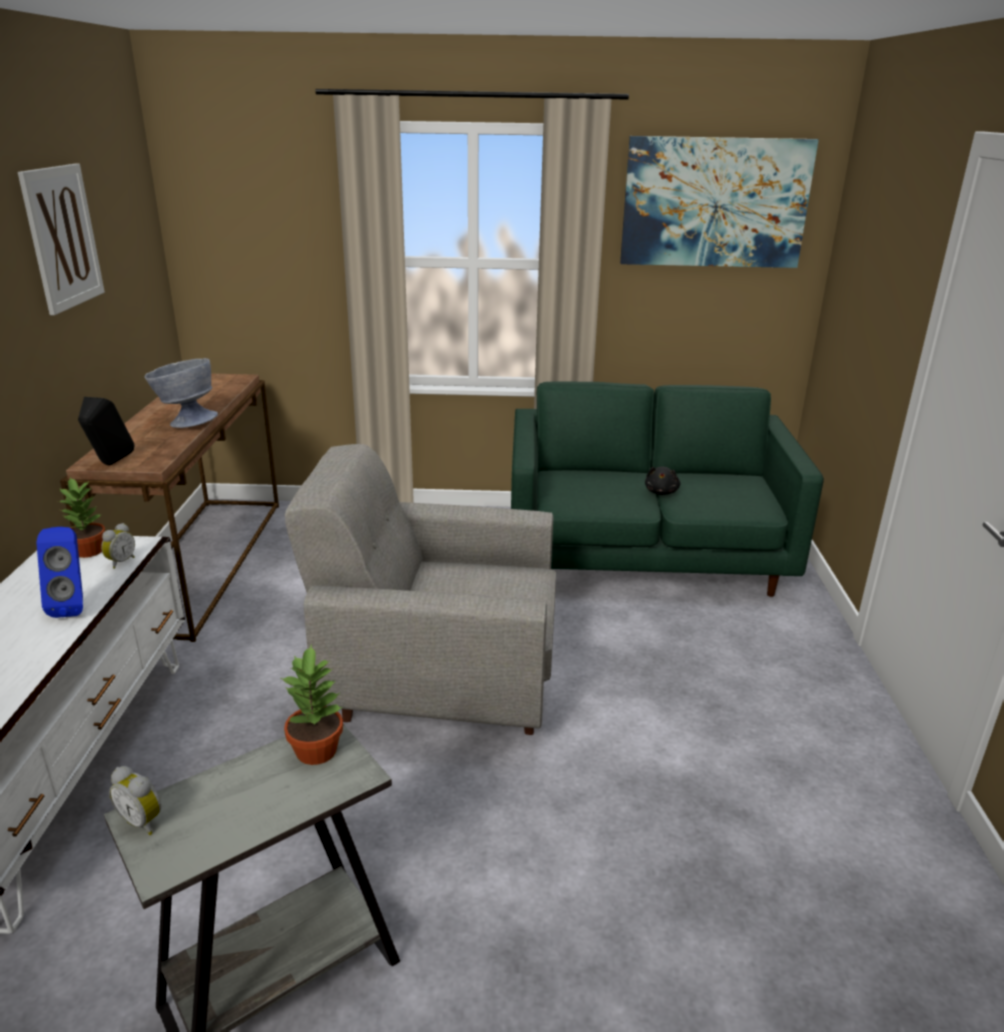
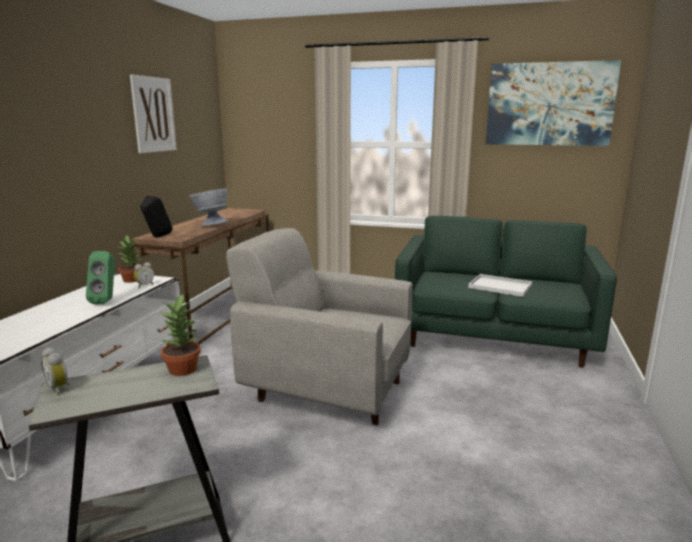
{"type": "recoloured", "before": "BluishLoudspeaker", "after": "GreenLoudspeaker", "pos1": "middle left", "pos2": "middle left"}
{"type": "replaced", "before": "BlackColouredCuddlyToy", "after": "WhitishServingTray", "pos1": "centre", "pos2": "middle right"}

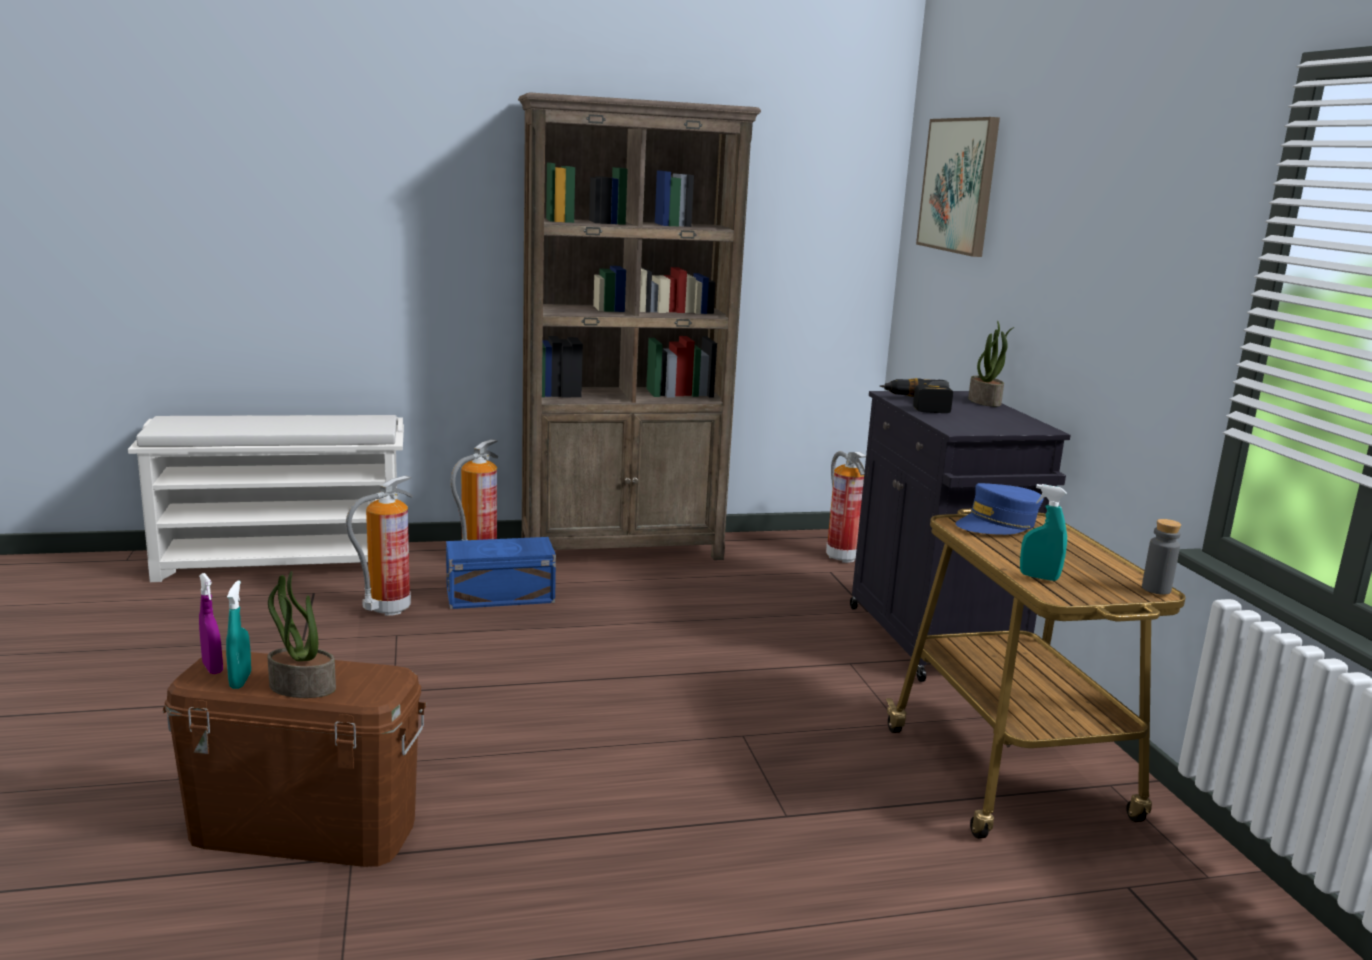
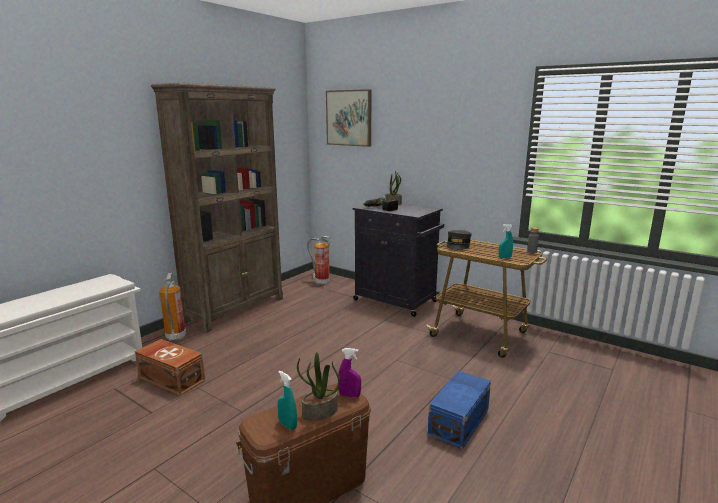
{"type": "moved", "before": "PurpleColouredSprayBottle", "pos1": "middle left", "pos2": "bottom centre"}
{"type": "replaced", "before": "FireExtinguisher (1st from left)", "after": "BrownishStorageBin (1st from left)", "pos1": "middle left", "pos2": "bottom left"}
{"type": "moved", "before": "BluishStorageBin", "pos1": "centre", "pos2": "bottom centre"}
{"type": "recoloured", "before": "BluishBaseballCap", "after": "GrayBaseballCap", "pos1": "middle right", "pos2": "centre"}

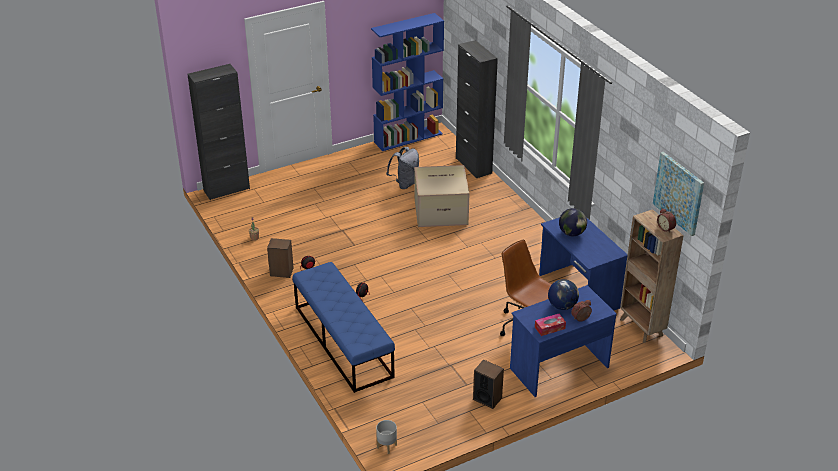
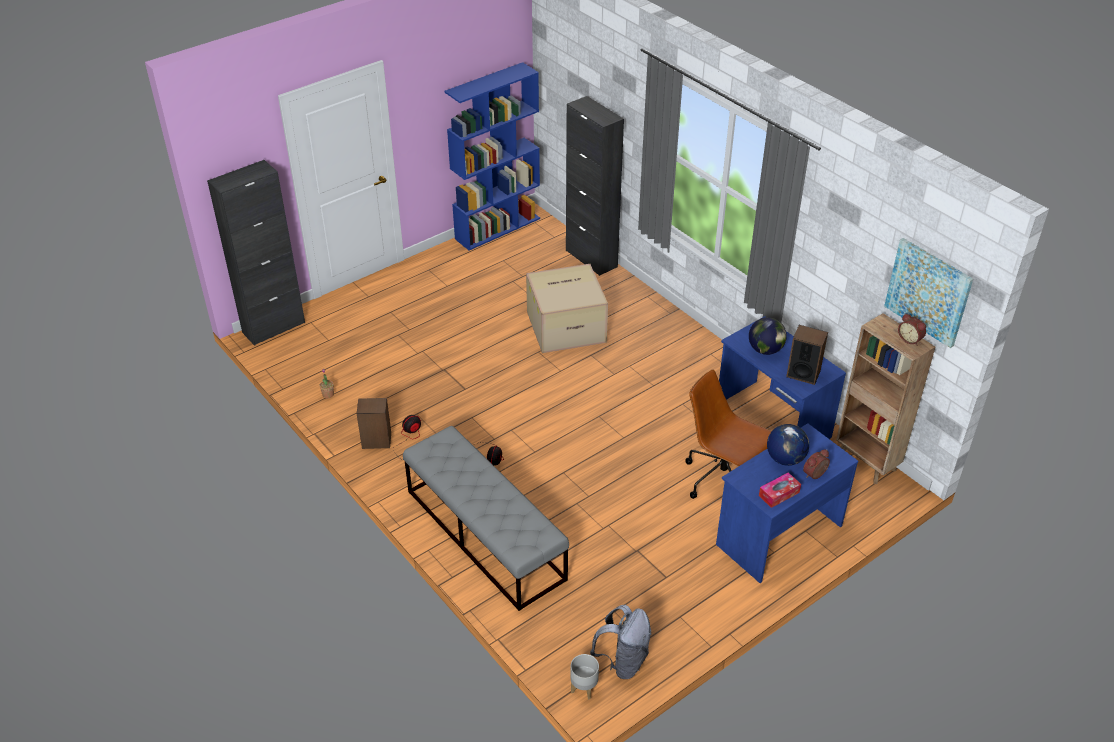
{"type": "recoloured", "before": "BluishBench", "after": "GrayBench", "pos1": "bottom centre", "pos2": "bottom centre"}
{"type": "moved", "before": "GrayBackpack", "pos1": "centre", "pos2": "bottom centre"}
{"type": "moved", "before": "Loudspeaker (2nd from left)", "pos1": "bottom centre", "pos2": "middle right"}

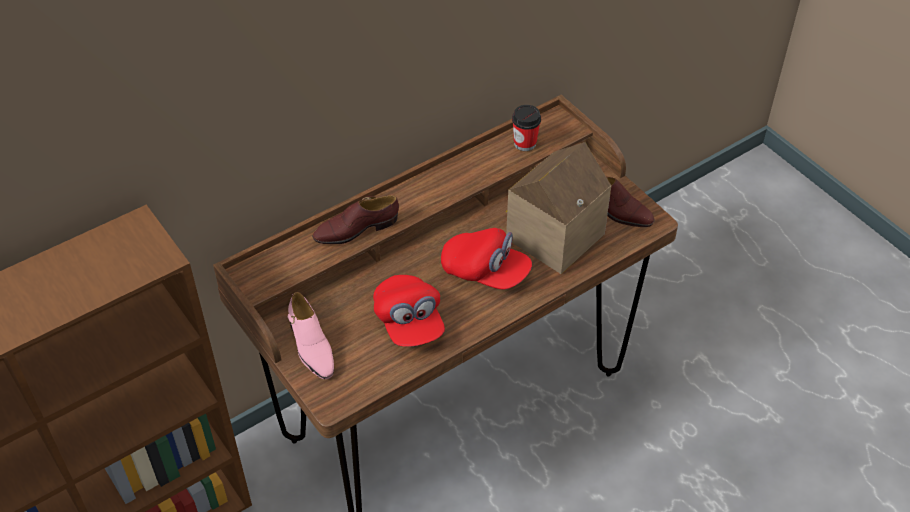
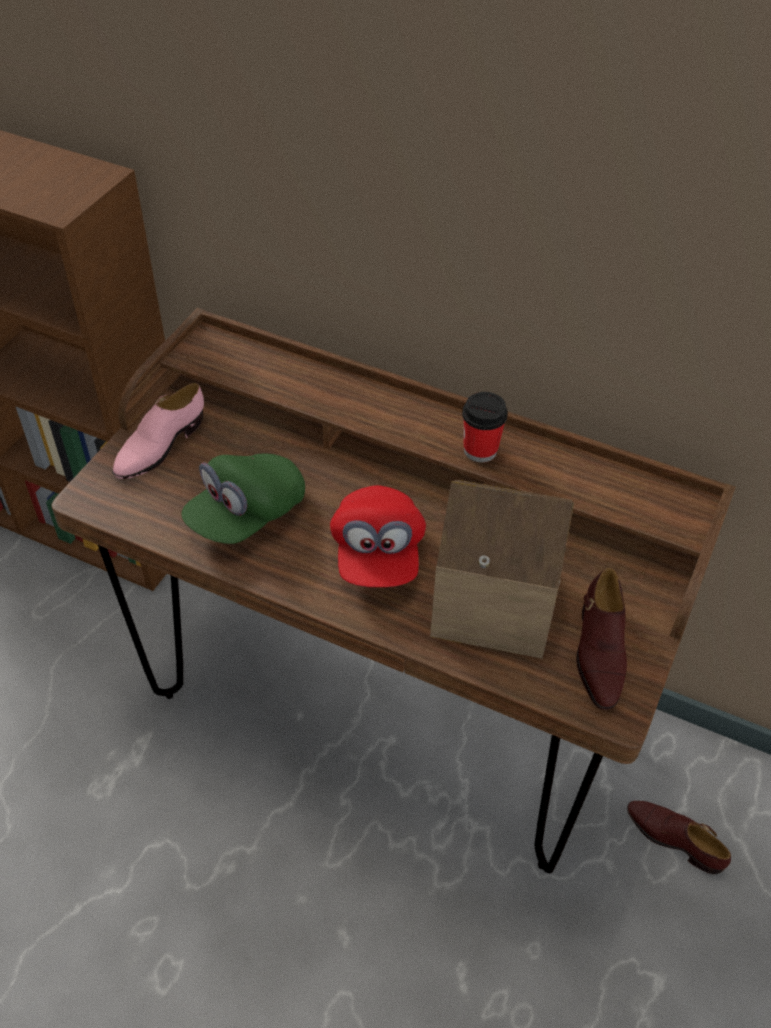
{"type": "moved", "before": "BrownishLowShoe (1st from left in the first image)", "after": "BrownishLowShoe (2nd from left)", "pos1": "centre", "pos2": "bottom right"}
{"type": "recoloured", "before": "ReddishBaseballCap (1st from left)", "after": "GreenBaseballCap", "pos1": "centre", "pos2": "middle left"}
{"type": "moved", "before": "DrinkingCup", "pos1": "top centre", "pos2": "centre"}

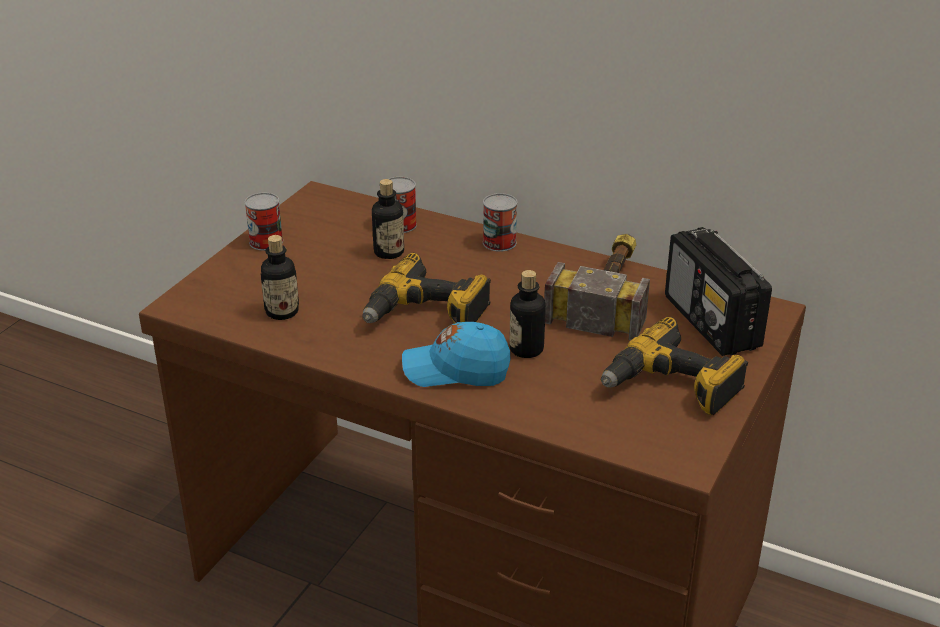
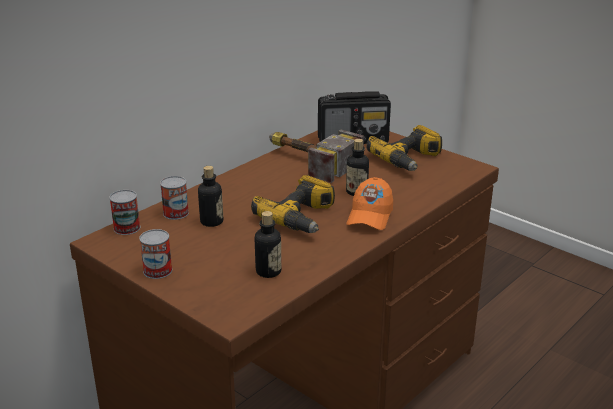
{"type": "recoloured", "before": "BluishBaseballCap", "after": "OrangeBaseballCap", "pos1": "centre", "pos2": "centre"}
{"type": "moved", "before": "MetalCan (3rd from left in the first image)", "after": "MetalCan (1st from left)", "pos1": "centre", "pos2": "middle left"}

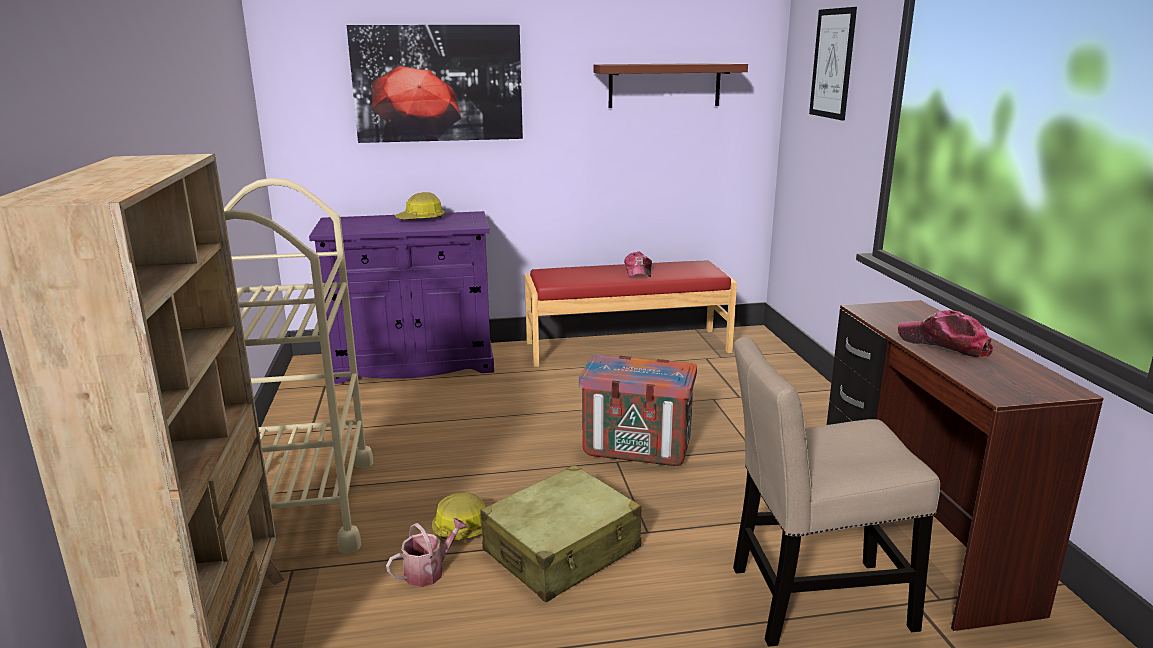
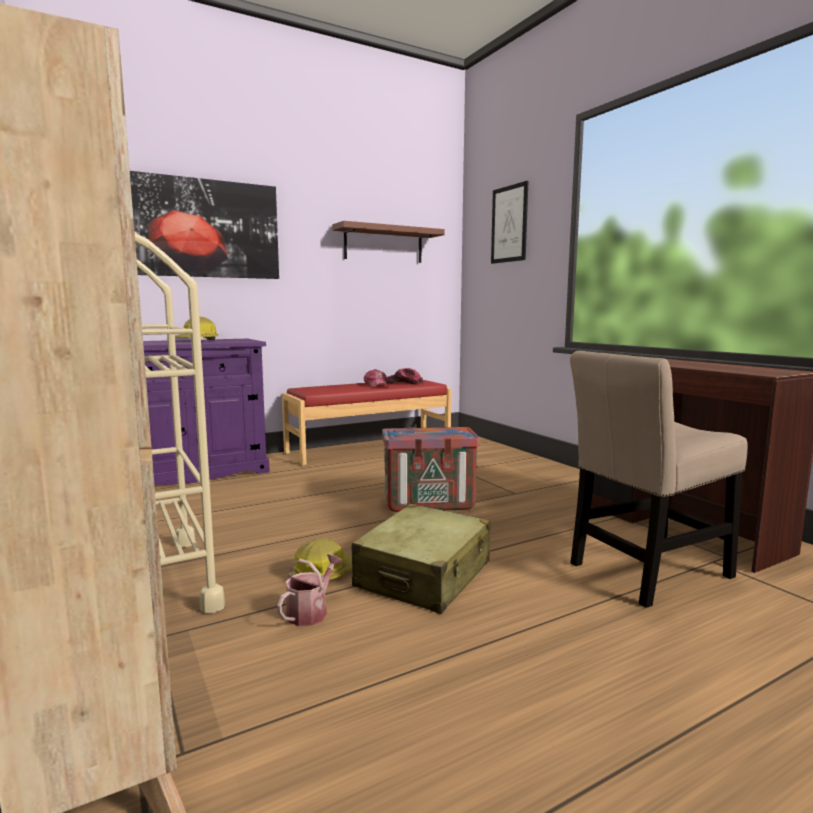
{"type": "moved", "before": "BaseballCap (2nd from left)", "pos1": "middle right", "pos2": "centre"}

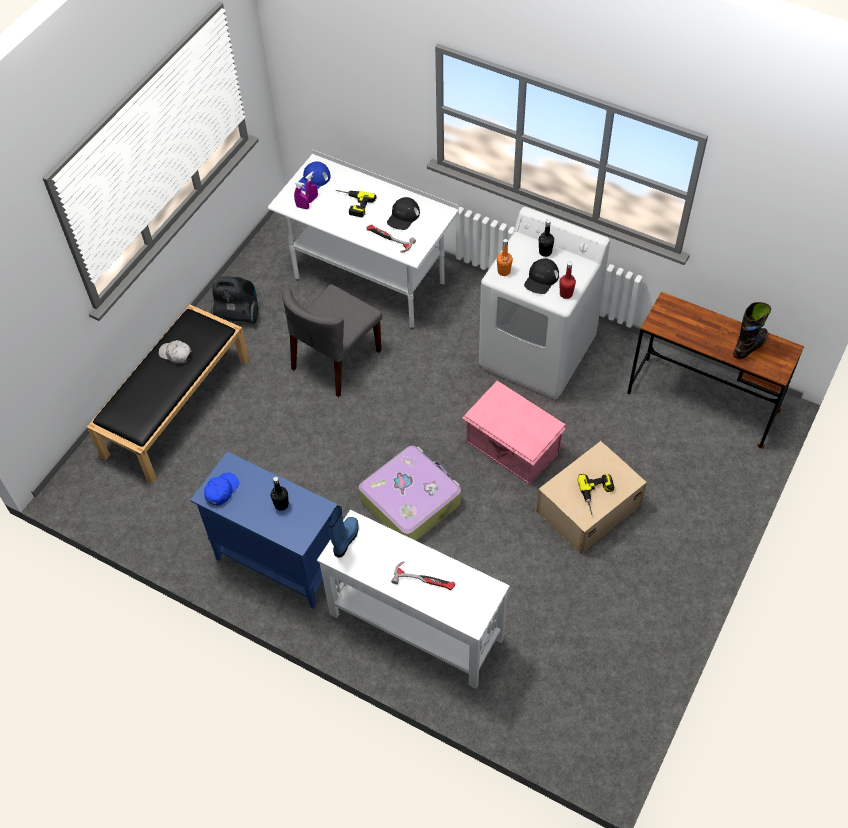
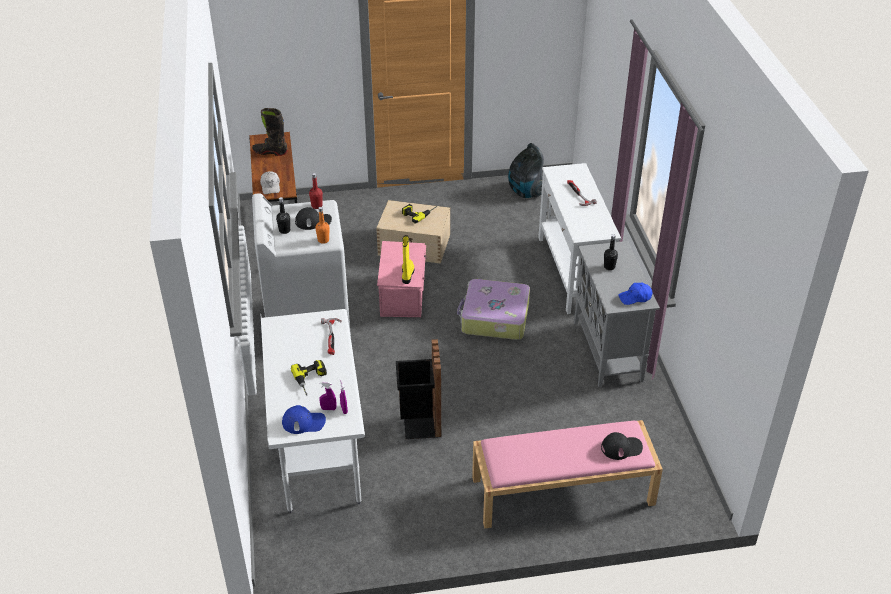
{"type": "recoloured", "before": "BlackColouredBench", "after": "PinkishBench", "pos1": "middle left", "pos2": "bottom centre"}
{"type": "moved", "before": "WhitishBaseballCap", "pos1": "middle left", "pos2": "top left"}
{"type": "recoloured", "before": "BluishCabinet", "after": "GrayCabinet", "pos1": "middle left", "pos2": "middle right"}
{"type": "moved", "before": "Vacuum", "pos1": "middle left", "pos2": "top centre"}
{"type": "replaced", "before": "GrayChair", "after": "BlackColouredTrashCan", "pos1": "centre", "pos2": "centre"}
{"type": "removed", "before": "BluishTallBoot", "pos1": "centre"}
{"type": "moved", "before": "BlackColouredBaseballCap (1st from left in the first image)", "after": "BlackColouredBaseballCap (2nd from left)", "pos1": "top centre", "pos2": "bottom right"}
{"type": "added", "after": "YellowTallBoot", "pos2": "centre"}

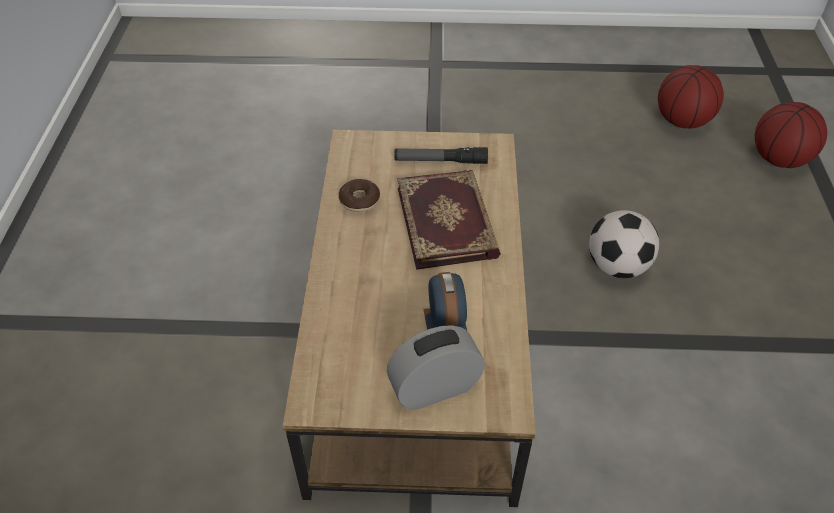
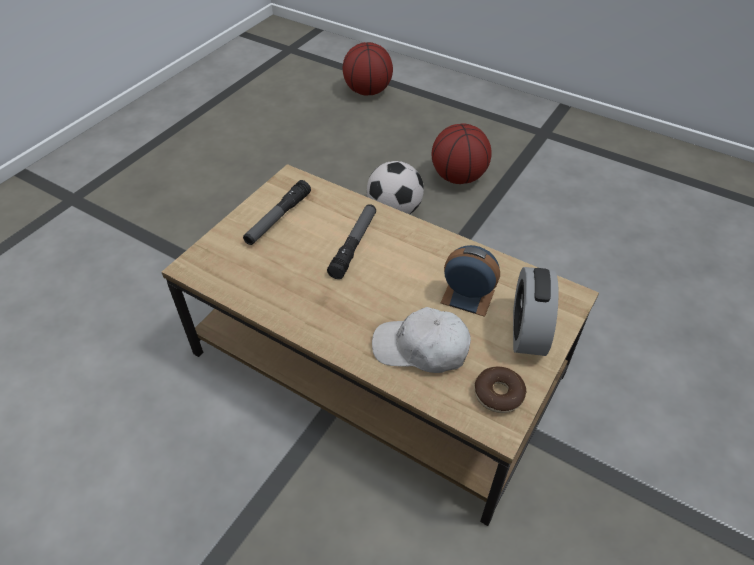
{"type": "moved", "before": "RingDoughnut", "pos1": "centre", "pos2": "bottom centre"}
{"type": "replaced", "before": "Book", "after": "Torch (2nd from left)", "pos1": "centre", "pos2": "centre"}
{"type": "moved", "before": "BallForBasketball (1st from left in the first image)", "after": "BallForBasketball (2nd from left)", "pos1": "top right", "pos2": "top centre"}
{"type": "added", "after": "WhitishBaseballCap", "pos2": "centre"}

